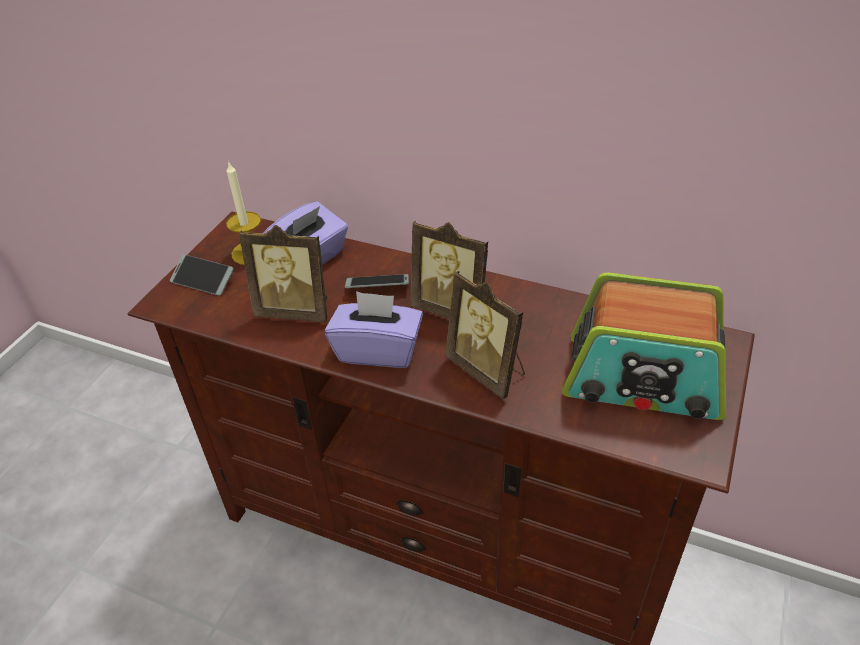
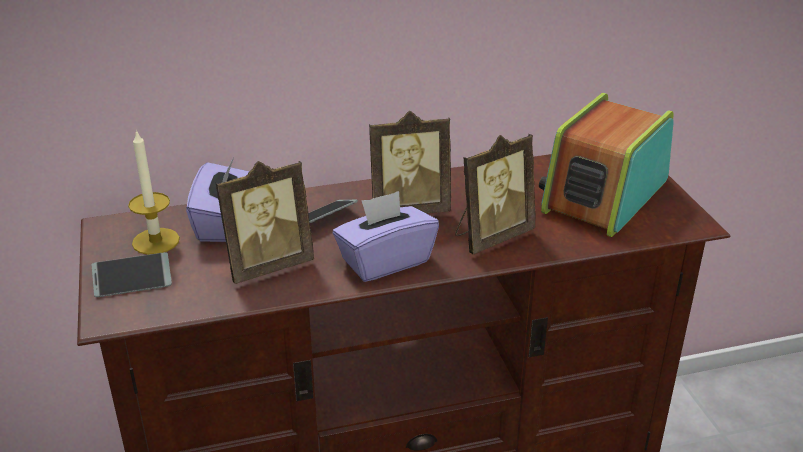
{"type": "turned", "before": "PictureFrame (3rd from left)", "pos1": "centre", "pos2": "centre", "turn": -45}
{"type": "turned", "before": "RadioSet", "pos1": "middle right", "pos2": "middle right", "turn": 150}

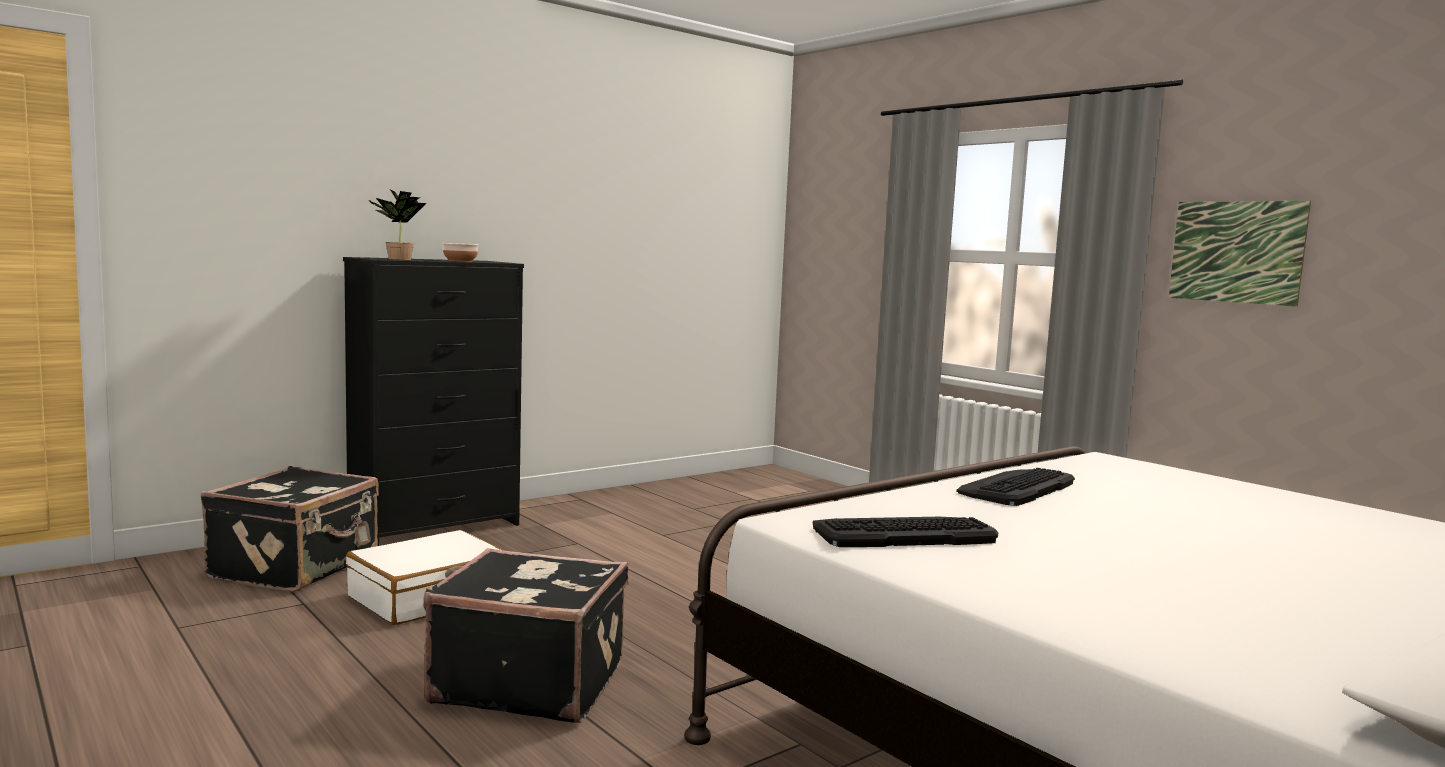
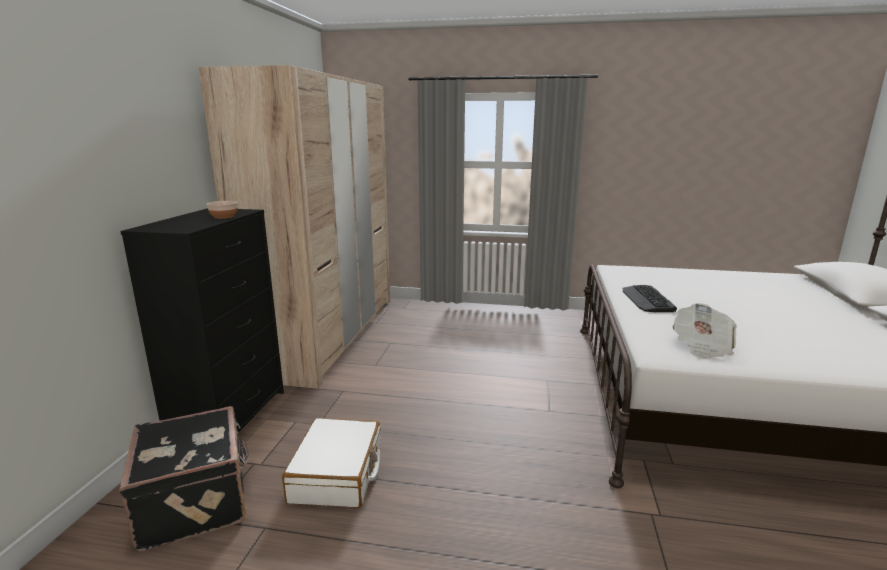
{"type": "removed", "before": "PlantInAPot", "pos1": "top left"}
{"type": "removed", "before": "BlackColouredTravelCase (2nd from left)", "pos1": "bottom centre"}
{"type": "replaced", "before": "Keyboard (1st from left)", "after": "PrintedPaper", "pos1": "bottom centre", "pos2": "middle right"}
{"type": "removed", "before": "Picture", "pos1": "top right"}
{"type": "added", "after": "BeigeArmoire", "pos2": "middle left"}

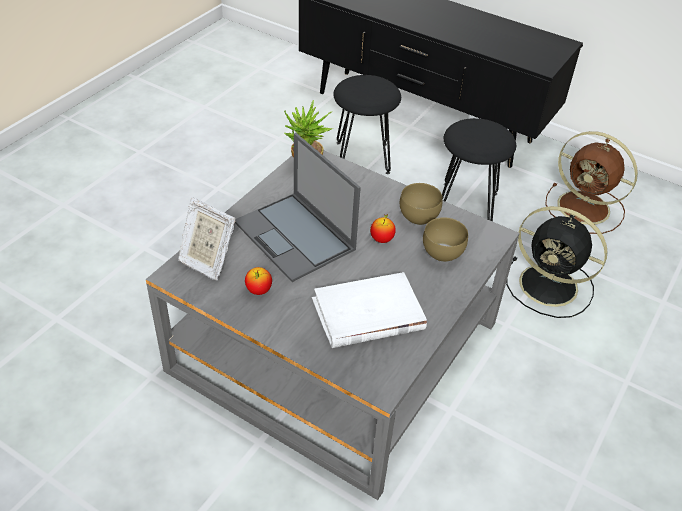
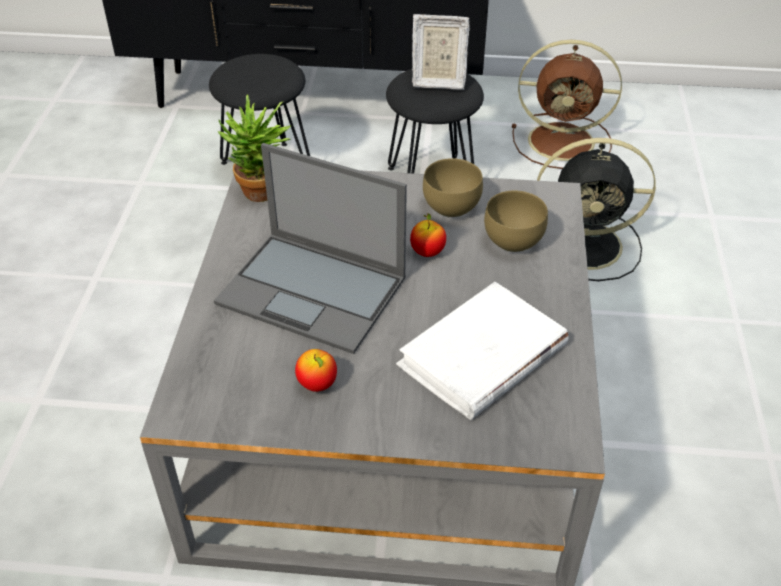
{"type": "moved", "before": "PictureFrame", "pos1": "middle left", "pos2": "top centre"}

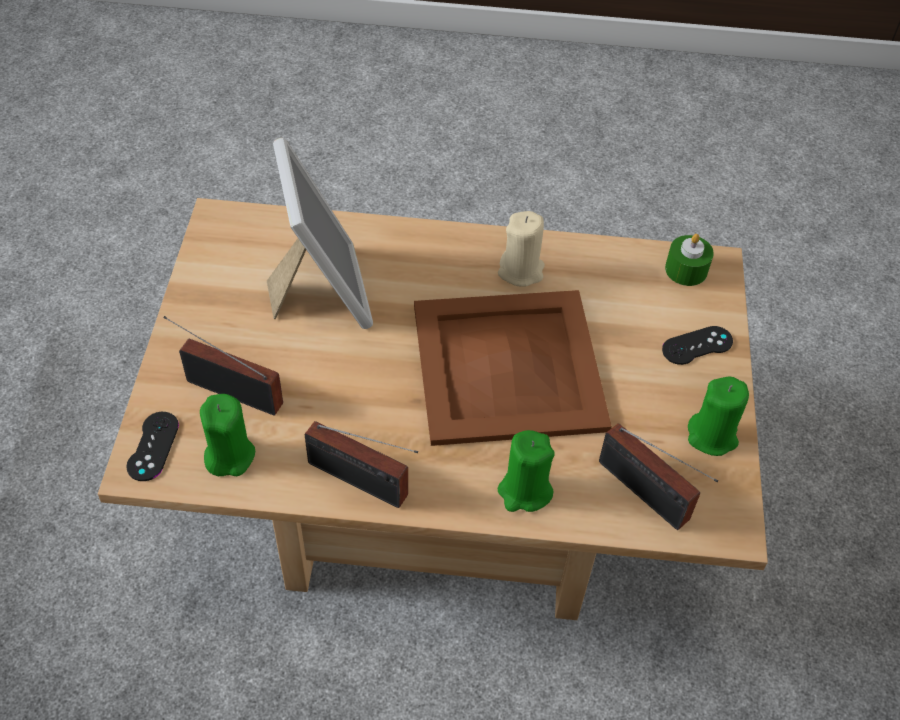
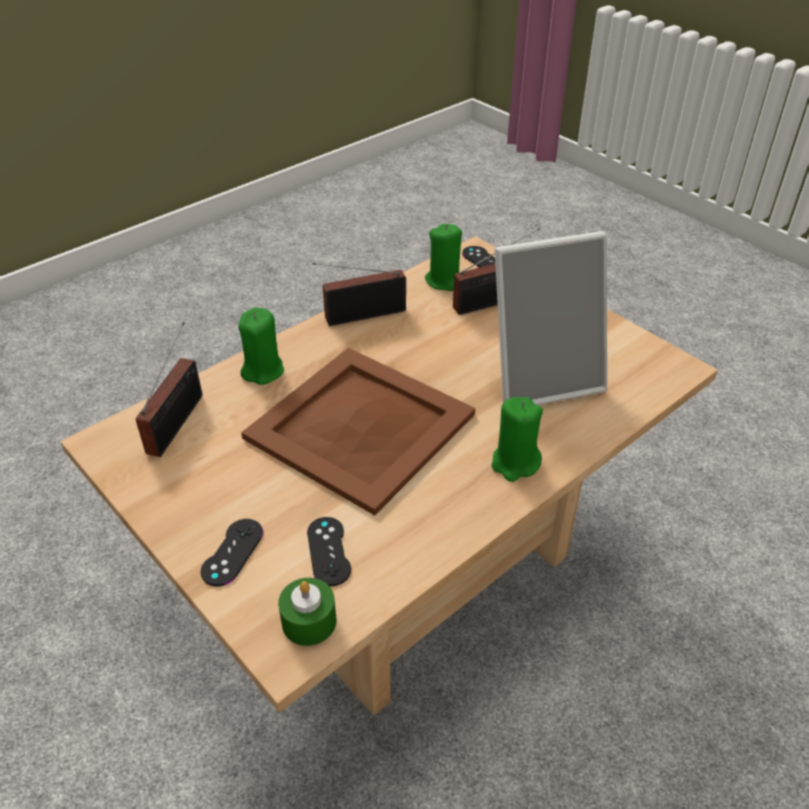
{"type": "turned", "before": "PictureFrame", "pos1": "top centre", "pos2": "middle right", "turn": -45}
{"type": "removed", "before": "BeigeWaxCandle", "pos1": "centre"}
{"type": "turned", "before": "RadioSet (3rd from left in the first image)", "pos1": "middle right", "pos2": "middle left", "turn": 105}
{"type": "moved", "before": "GreenWaxCandle (4th from left)", "pos1": "middle right", "pos2": "centre"}
{"type": "added", "after": "BlackColouredGamepad (2nd from left)", "pos2": "bottom centre"}

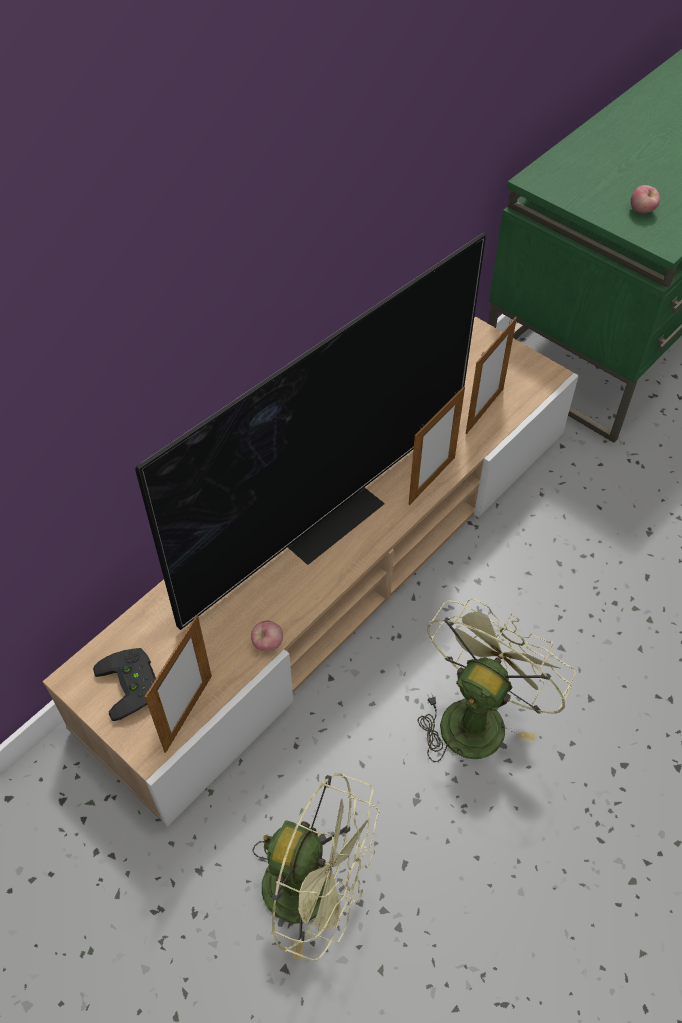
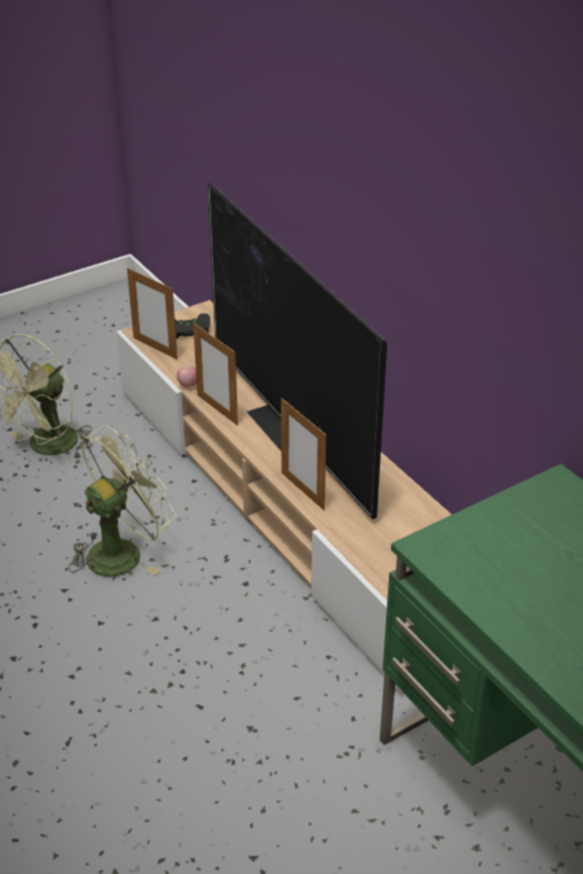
{"type": "turned", "before": "GreenFan (2nd from left)", "pos1": "middle right", "pos2": "middle left", "turn": -90}
{"type": "moved", "before": "PictureFrame (3rd from left in the first image)", "after": "PictureFrame (2nd from left)", "pos1": "middle right", "pos2": "centre"}
{"type": "removed", "before": "Apple (2nd from left)", "pos1": "top right"}

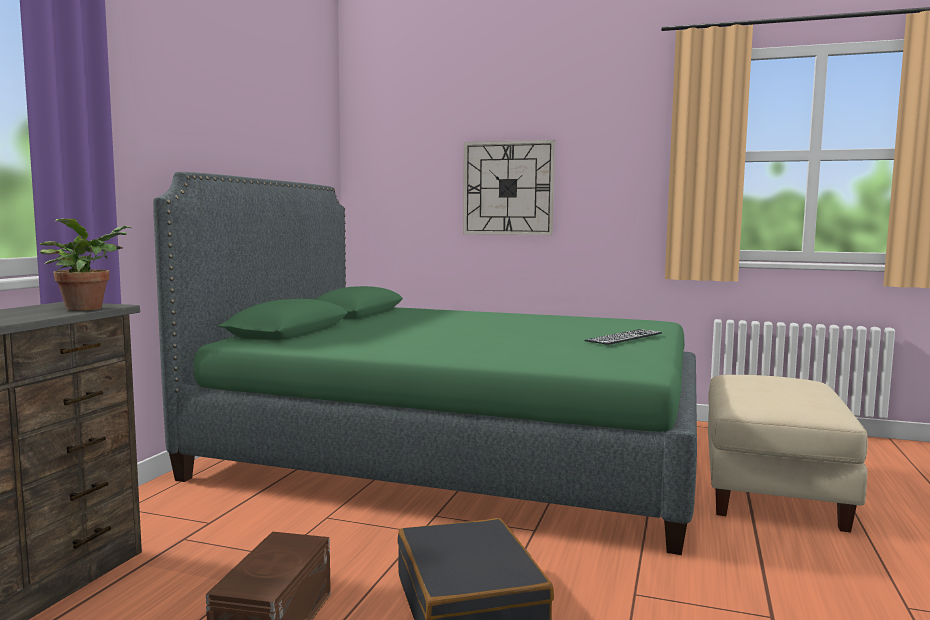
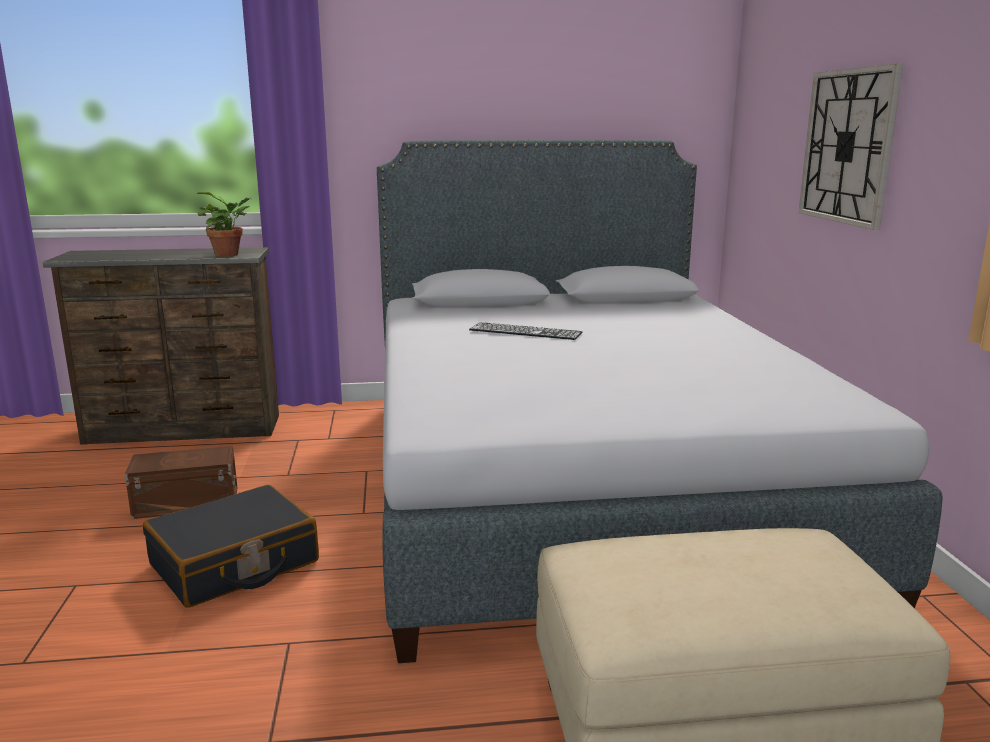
{"type": "recoloured", "before": "GreenBed", "after": "GrayBed", "pos1": "centre", "pos2": "centre"}
{"type": "moved", "before": "Keyboard", "pos1": "middle right", "pos2": "centre"}

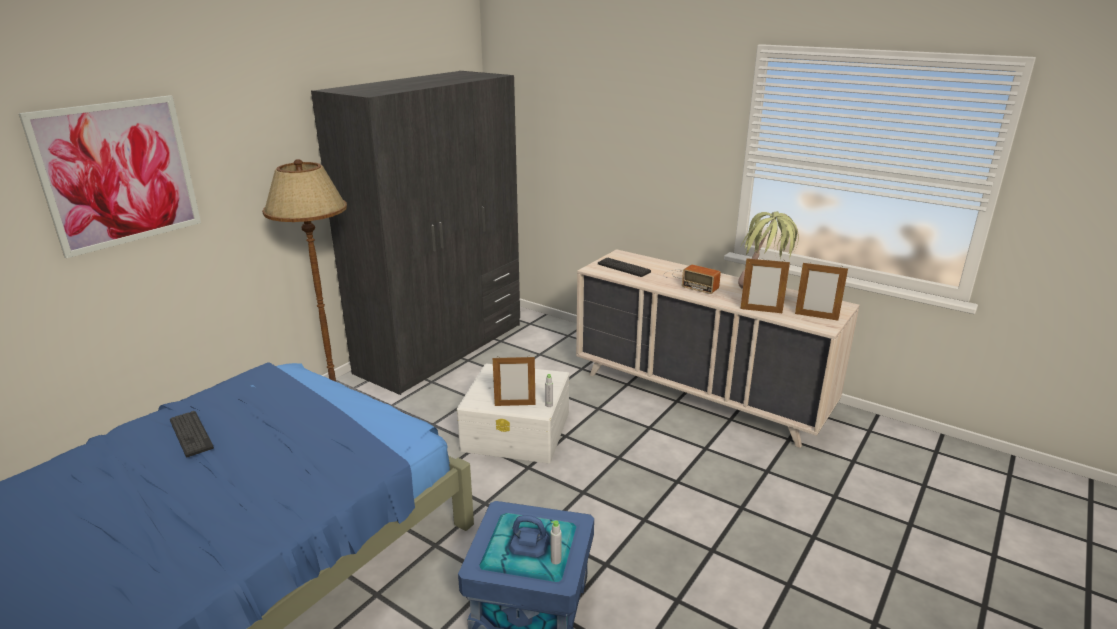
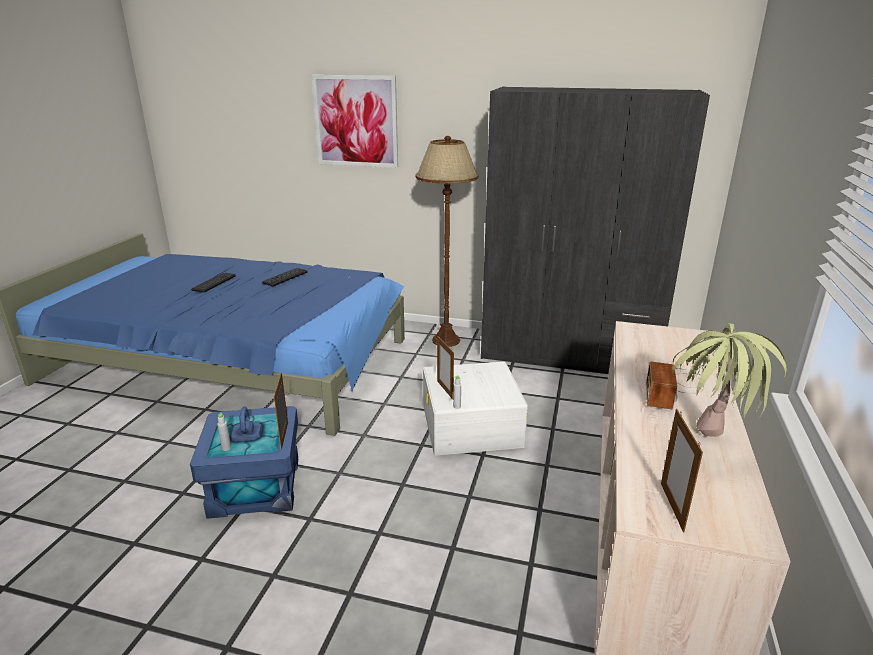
{"type": "moved", "before": "Keyboard (2nd from left in the first image)", "after": "Keyboard (1st from left)", "pos1": "centre", "pos2": "middle left"}
{"type": "moved", "before": "PictureFrame (2nd from left in the first image)", "after": "PictureFrame (1st from left)", "pos1": "middle right", "pos2": "middle left"}

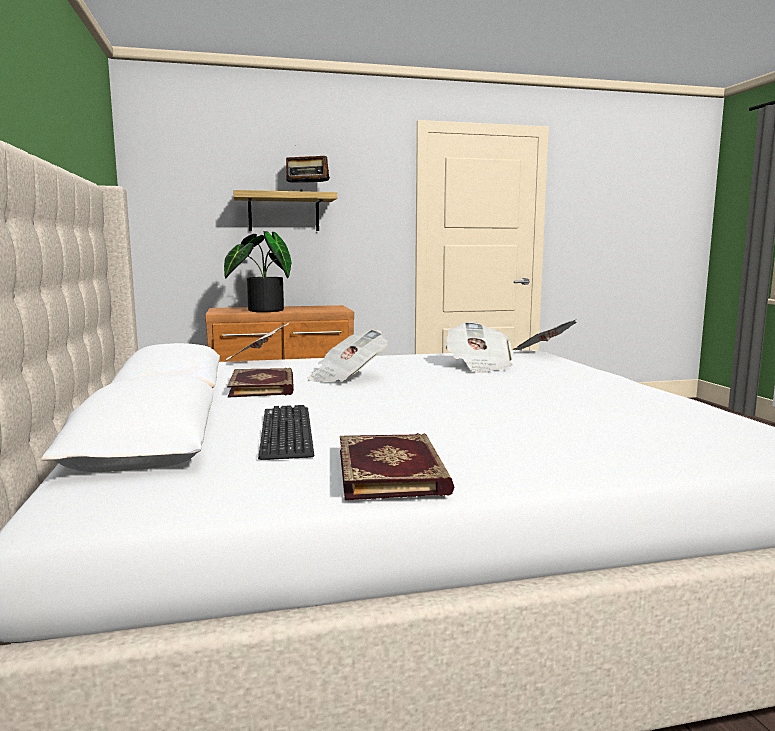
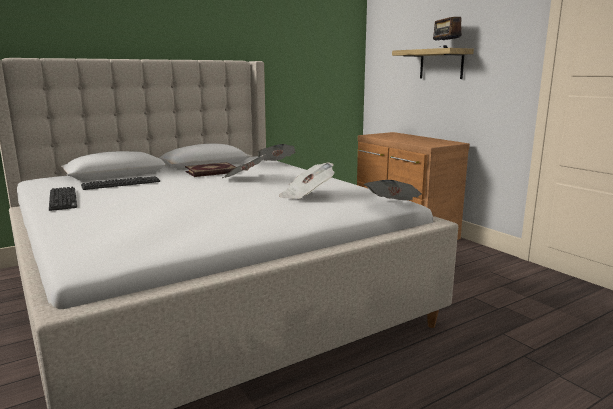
{"type": "removed", "before": "PlantInAPot", "pos1": "middle left"}
{"type": "replaced", "before": "Book (2nd from left)", "after": "Keyboard (1st from left)", "pos1": "centre", "pos2": "middle left"}

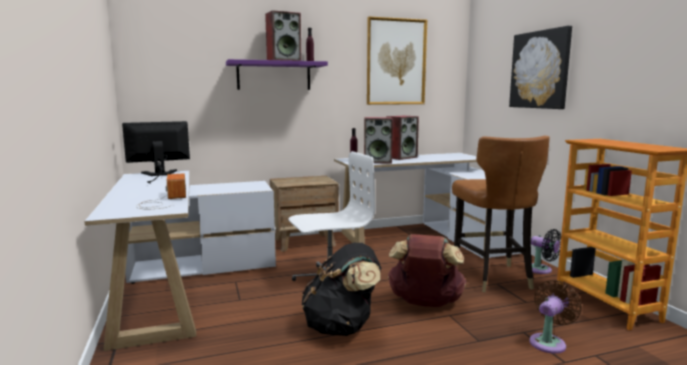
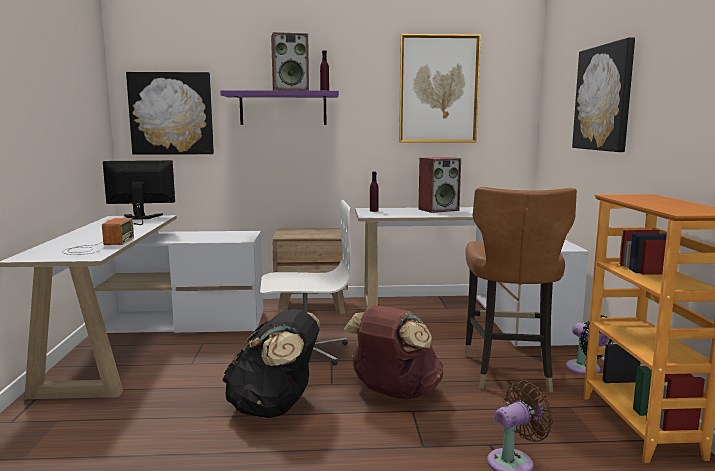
{"type": "removed", "before": "Loudspeaker (2nd from left)", "pos1": "centre"}
{"type": "added", "after": "Picture (1st from left)", "pos2": "top left"}

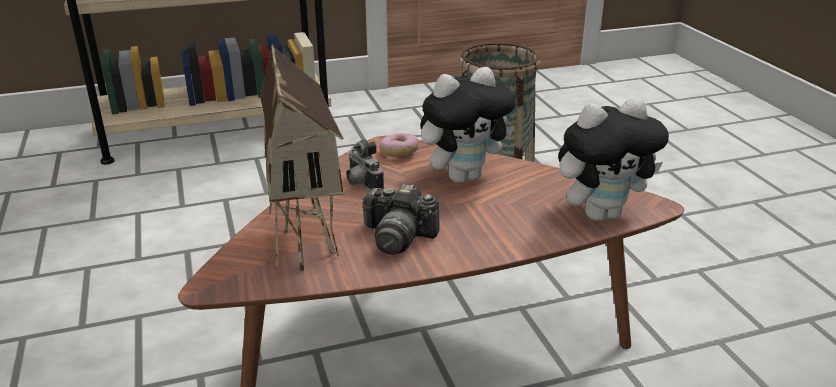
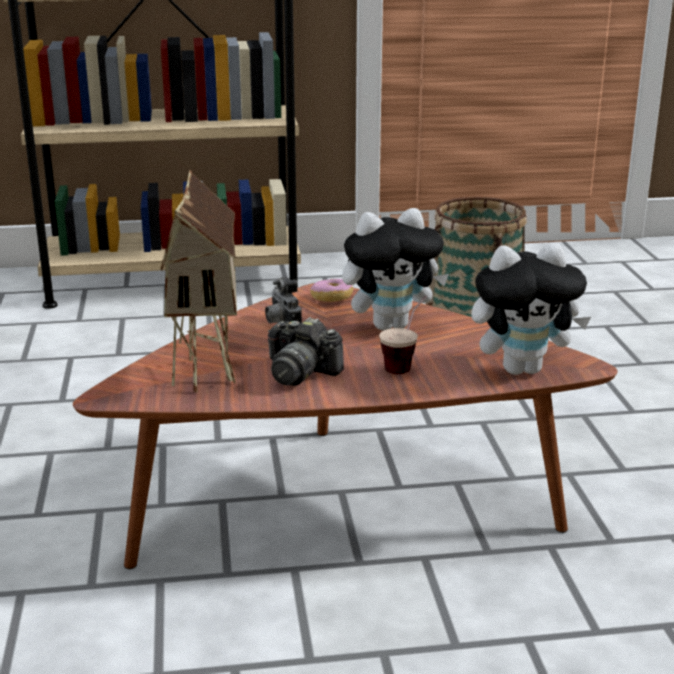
{"type": "added", "after": "DrinkingCup", "pos2": "centre"}

